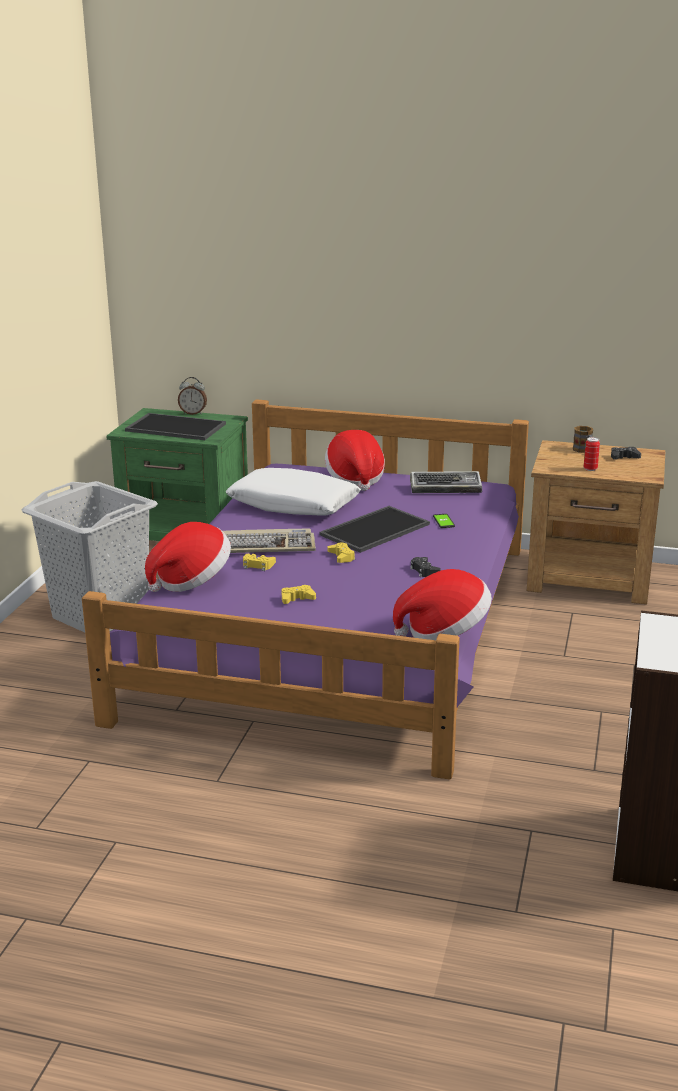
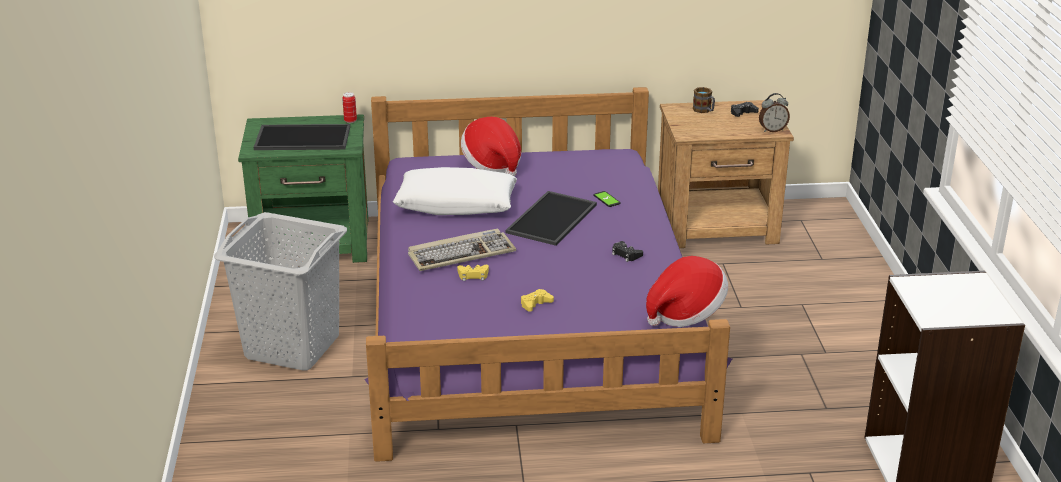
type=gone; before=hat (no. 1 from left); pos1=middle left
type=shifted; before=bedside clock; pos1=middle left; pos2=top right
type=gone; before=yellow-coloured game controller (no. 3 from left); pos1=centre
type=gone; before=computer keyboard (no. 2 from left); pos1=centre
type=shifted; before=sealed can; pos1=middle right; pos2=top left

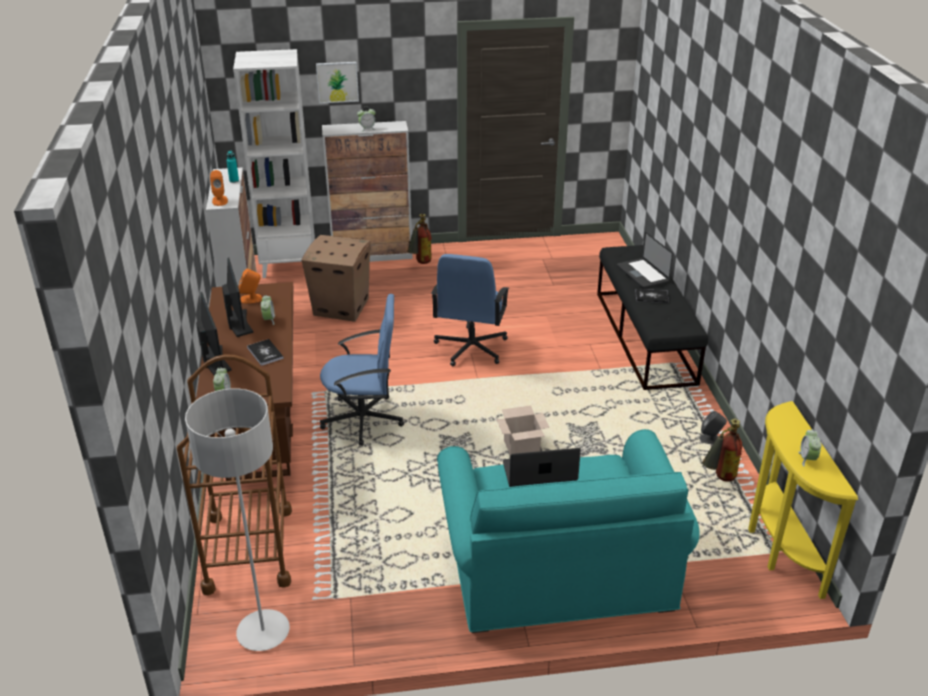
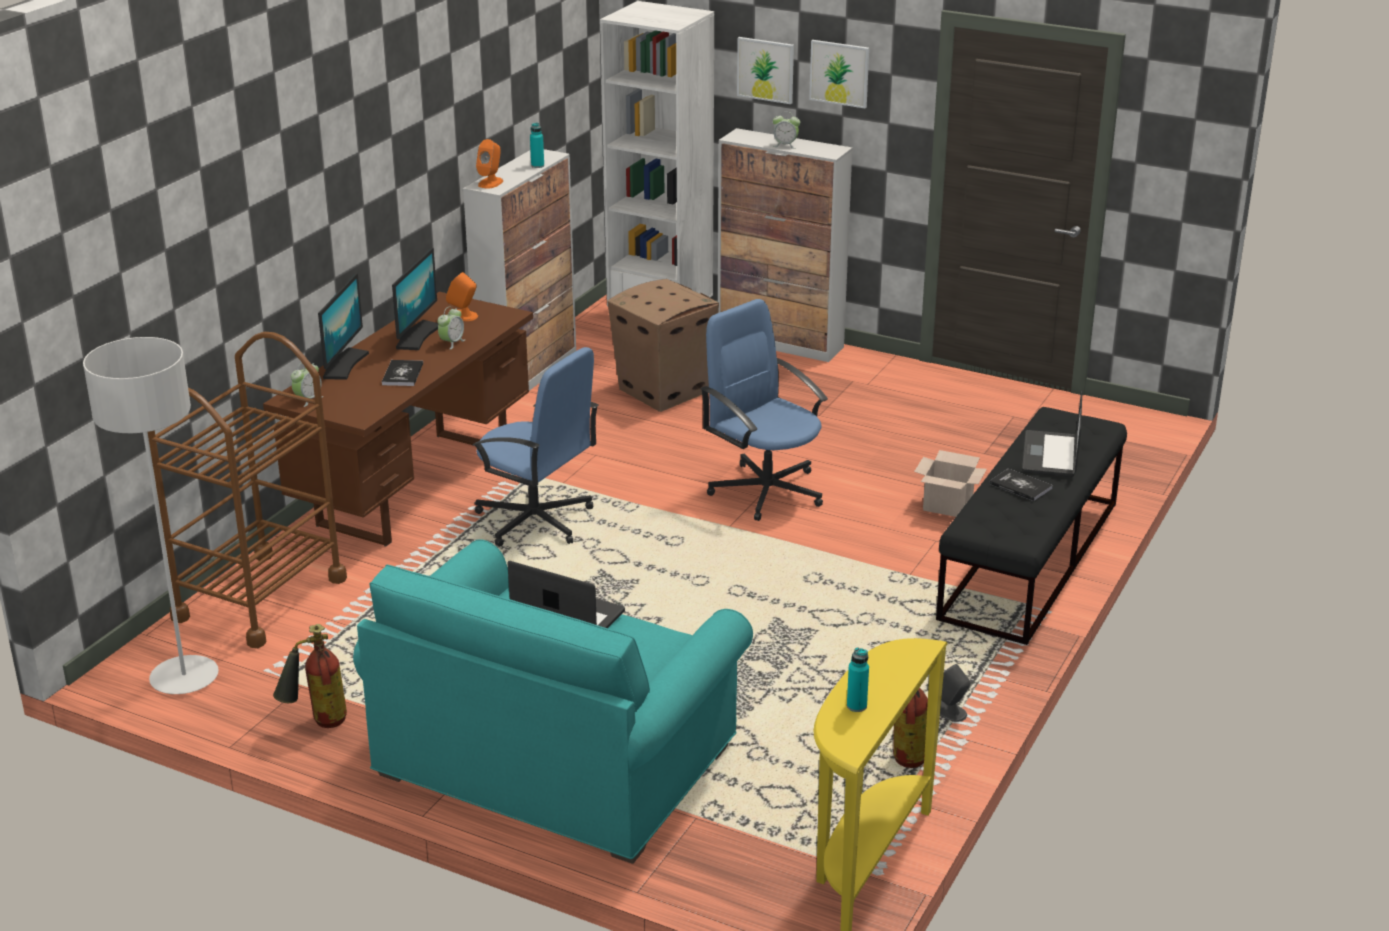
type=shifted; before=fire extinguisher (no. 1 from left); pos1=centre; pos2=bottom left
type=rotated; before=blue computer chair (no. 2 from left); pos1=centre; pos2=centre; turn=90
type=shifted; before=cardboard box (no. 2 from left); pos1=centre; pos2=middle right
type=swapped; before=bedside clock (no. 4 from left); after=turquoise-coloured bottle (no. 2 from left); pos1=middle right; pos2=bottom centre
type=new; after=wall picture (no. 2 from left); pos2=top centre

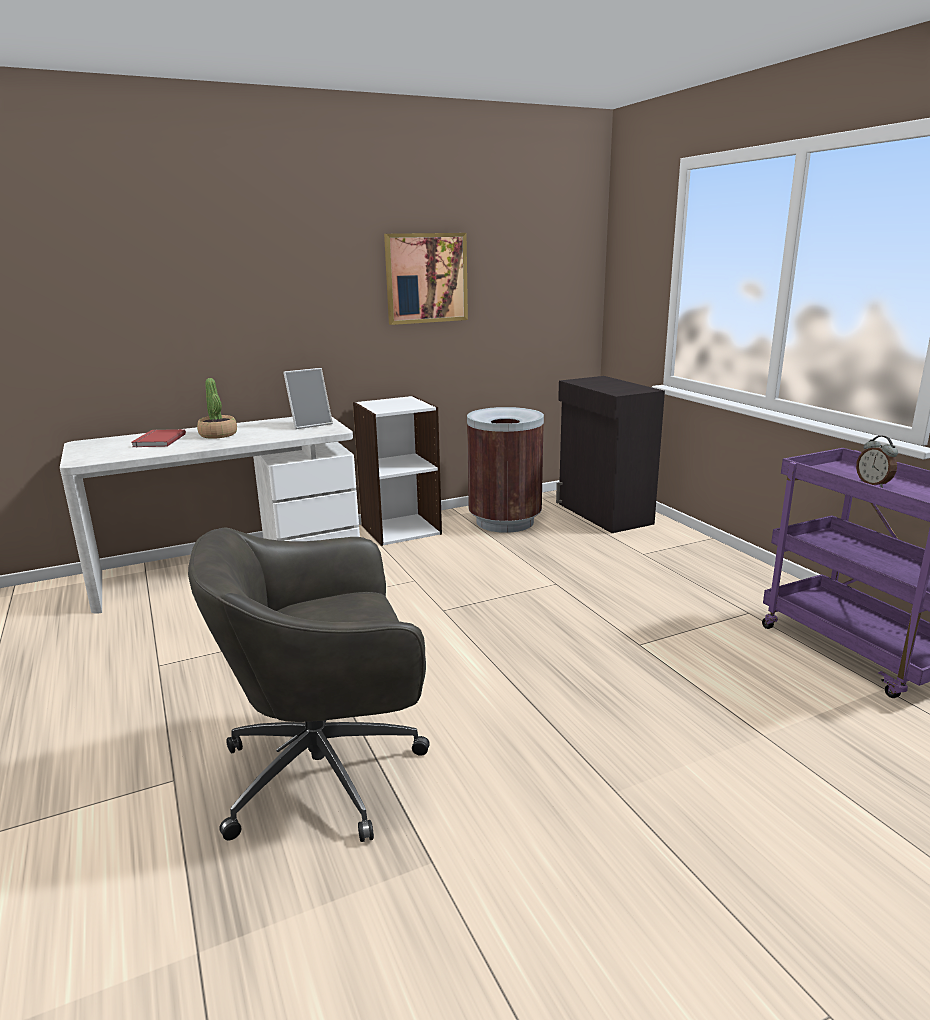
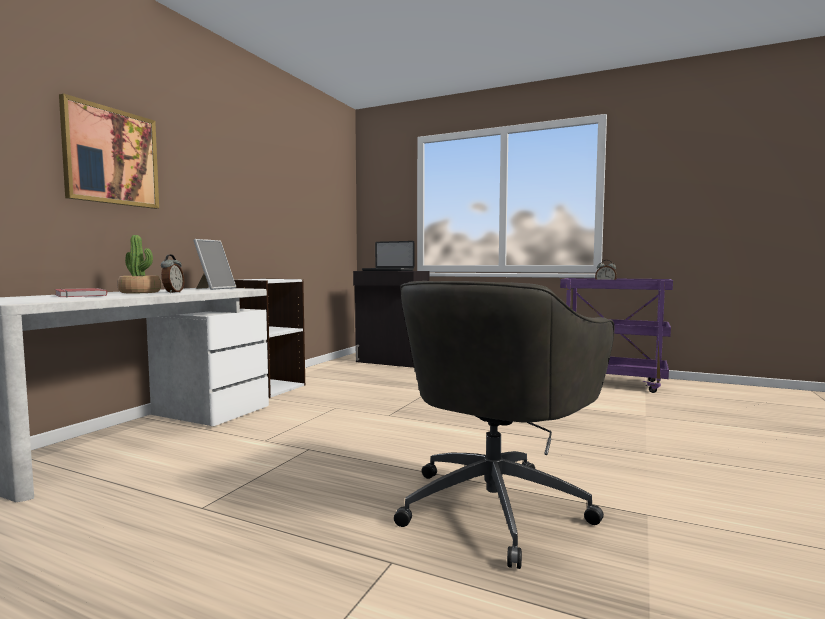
type=shifted; before=wall picture; pos1=top centre; pos2=top left
type=gone; before=brown-coloured waste bin; pos1=centre
type=new; after=bedside clock (no. 1 from left); pos2=middle left
type=new; after=notebook computer; pos2=centre

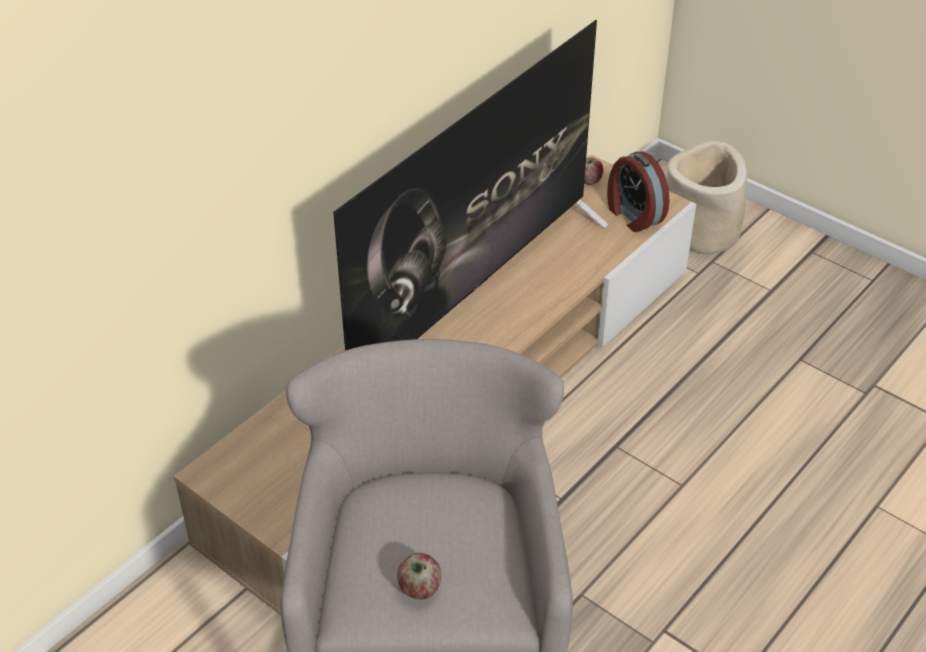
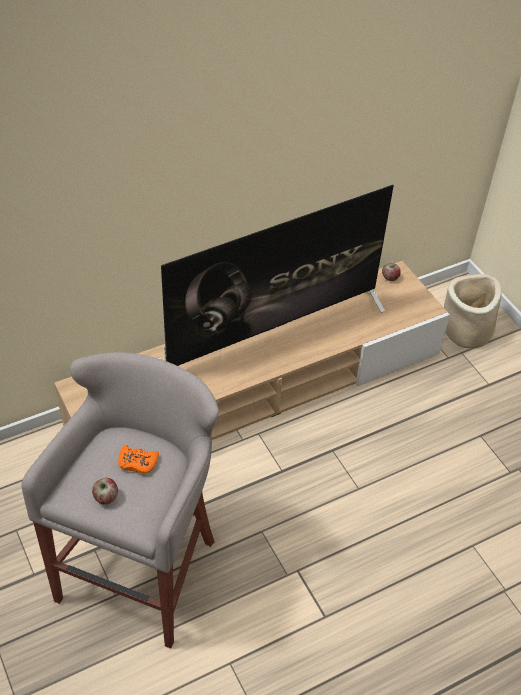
type=gone; before=bedside clock; pos1=top right
type=new; after=orangey game controller; pos2=middle left

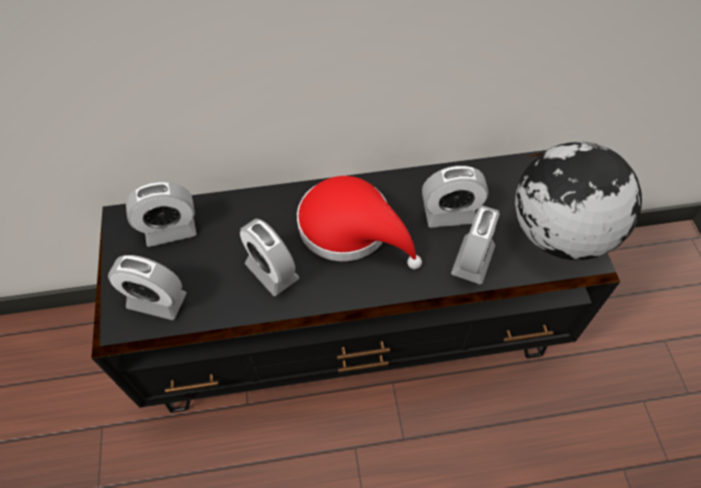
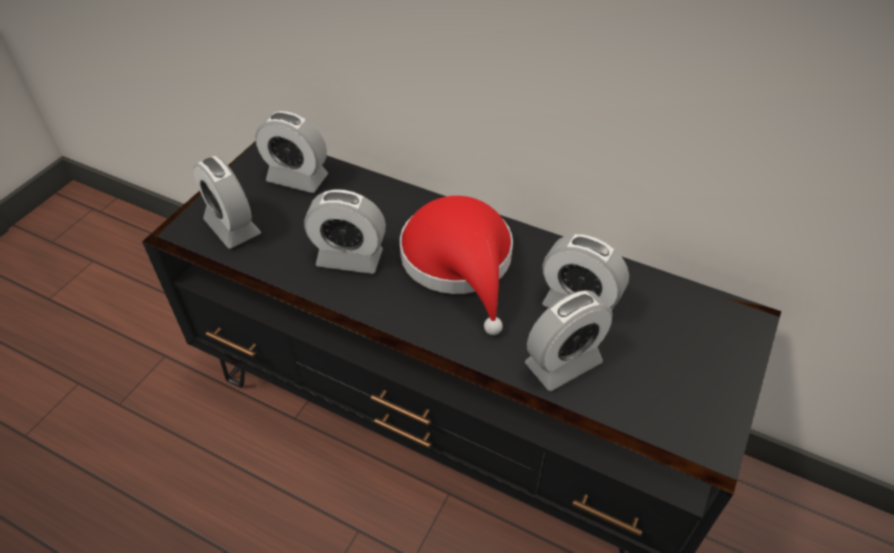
type=rotated; before=bedside clock (no. 3 from left); pos1=centre; pos2=centre; turn=-75
type=gone; before=globe; pos1=middle right

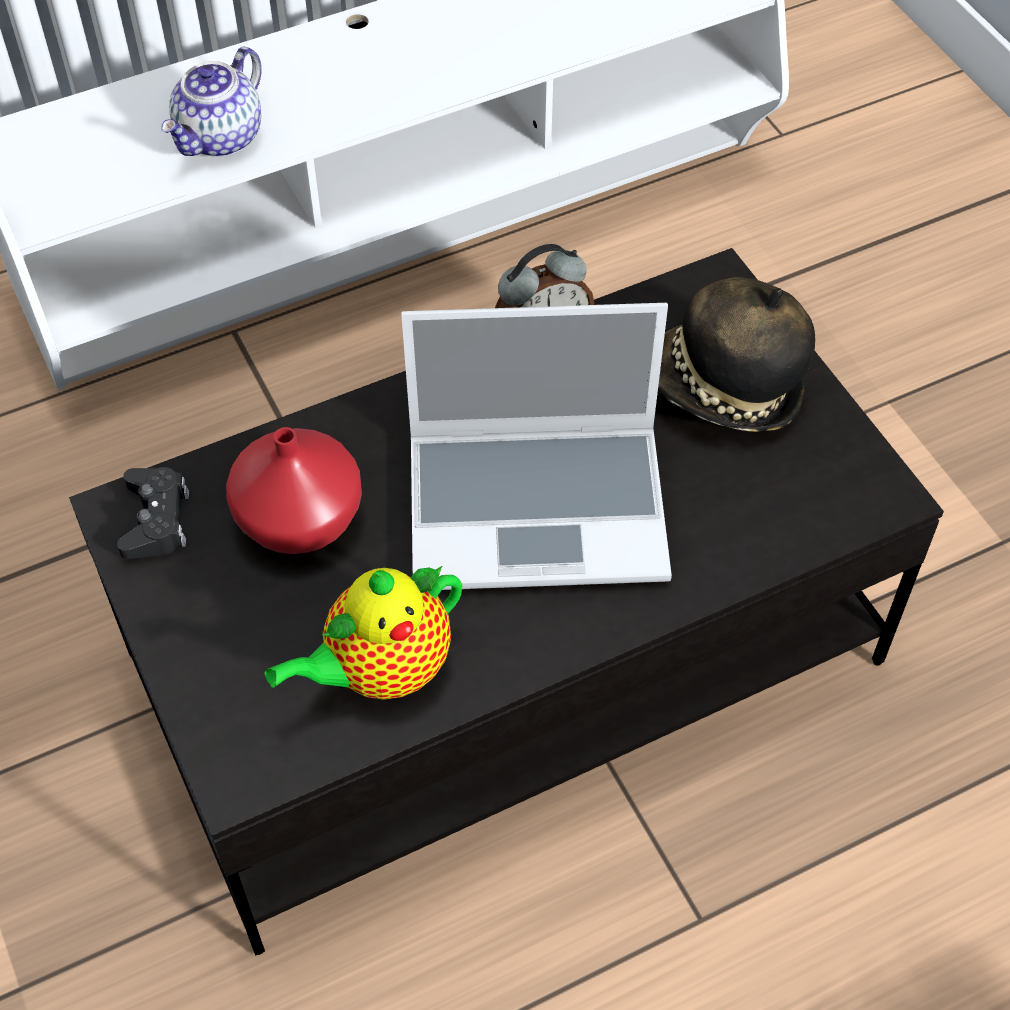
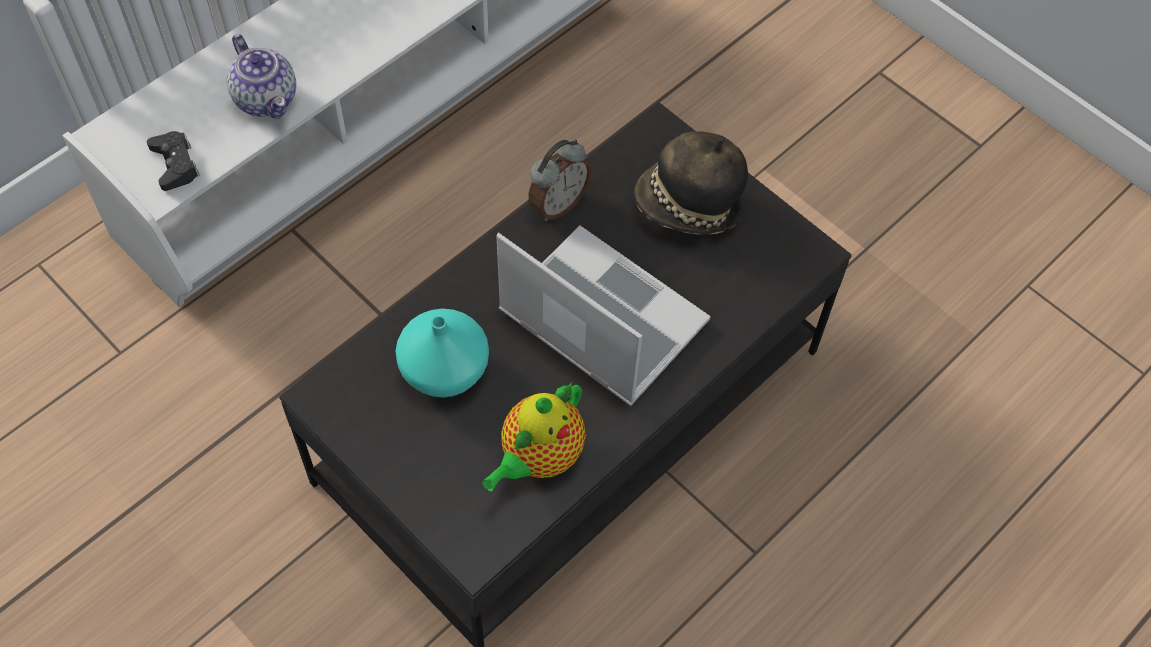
type=shifted; before=black game controller; pos1=middle left; pos2=top left
type=rotated; before=pot for tea (no. 1 from left); pos1=top left; pos2=top left; turn=-45
type=repainted; before=reddish vase; after=turquoise-coloured vase; pos1=middle left; pos2=centre
type=rotated; before=notebook computer; pos1=centre; pos2=centre; turn=-120

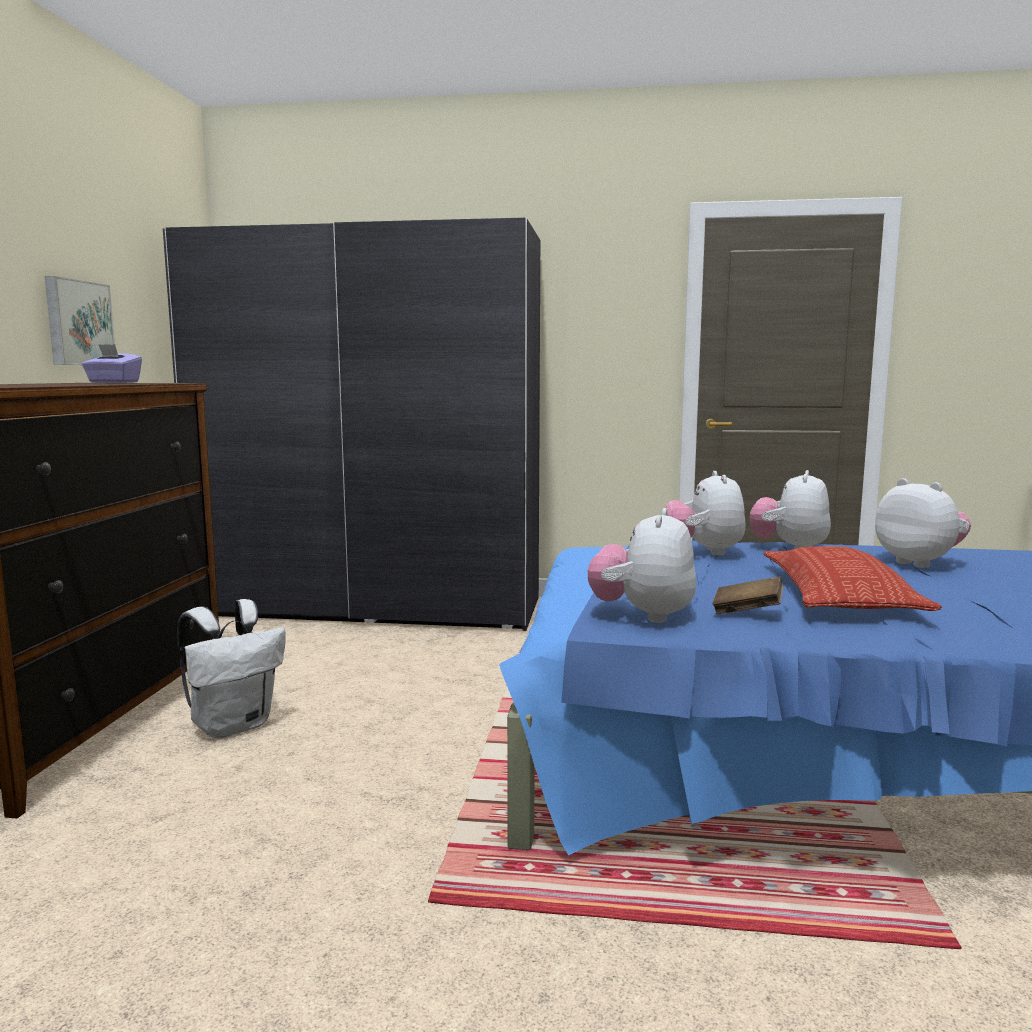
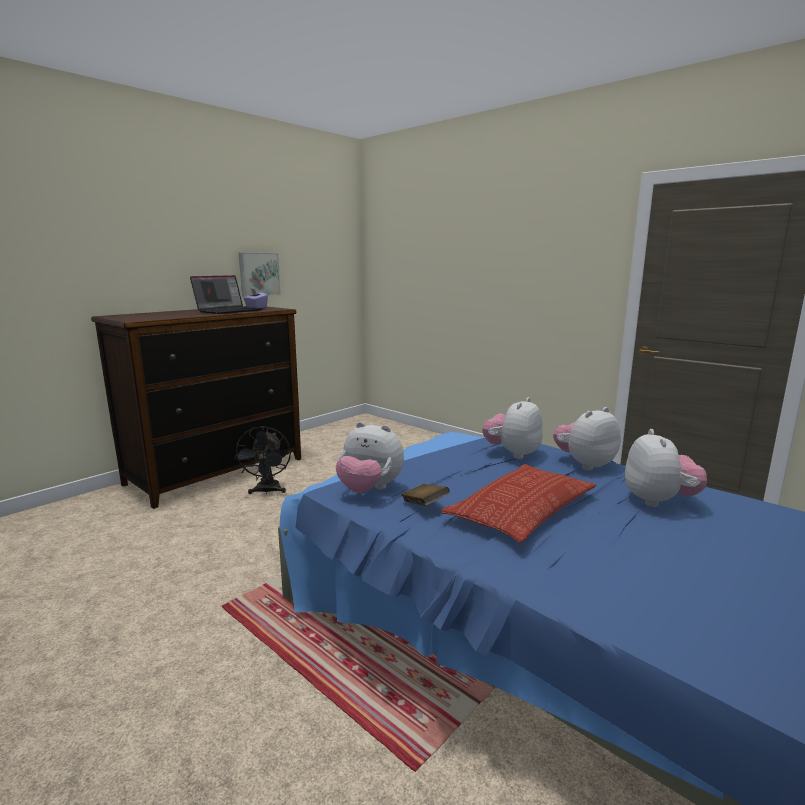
type=gone; before=greyish armoire; pos1=centre
type=swapped; before=white-coloured backpack; after=black fan; pos1=middle left; pos2=middle left
type=rotated; before=soft toy (no. 1 from left); pos1=centre; pos2=centre; turn=-120
type=new; after=notebook computer; pos2=middle left

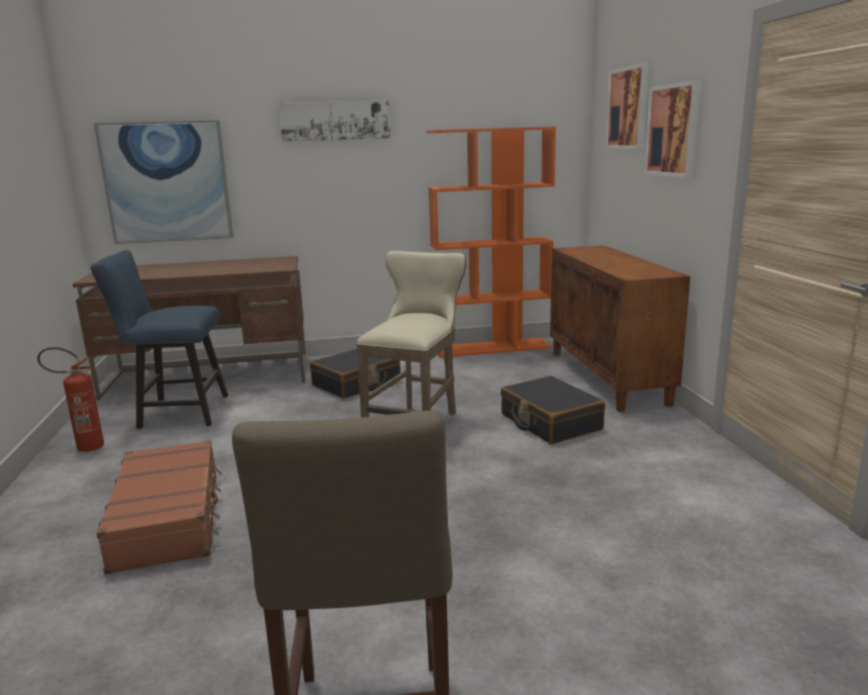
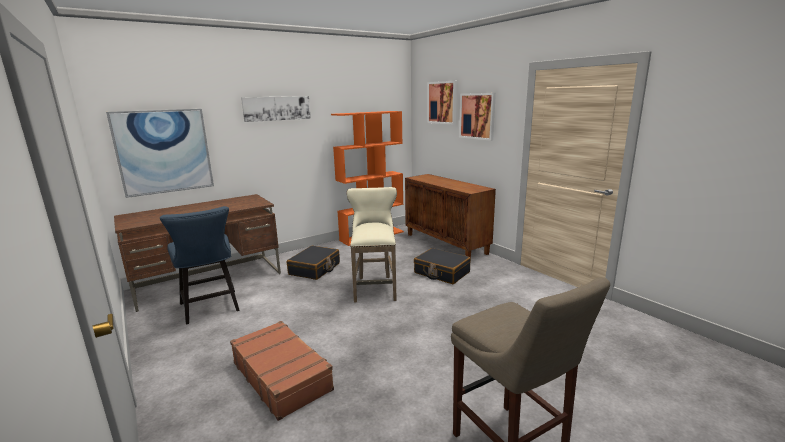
type=gone; before=fire extinguisher; pos1=middle left
type=rotated; before=blue chair; pos1=middle left; pos2=middle left; turn=-90

